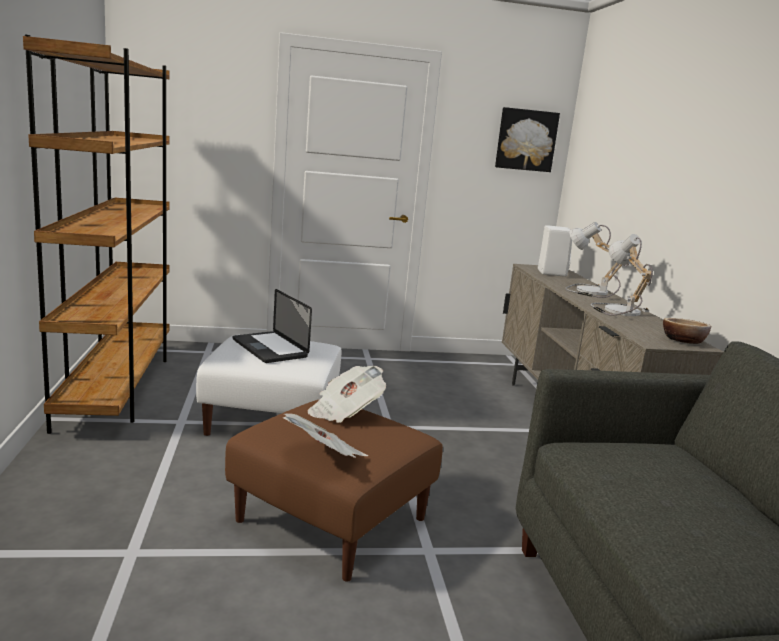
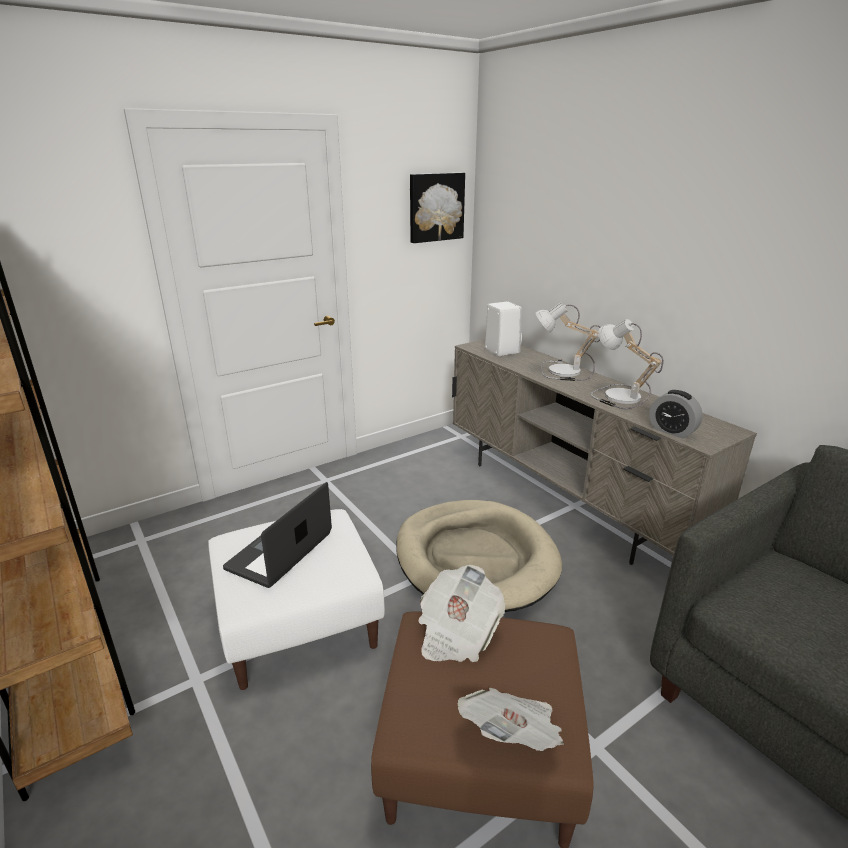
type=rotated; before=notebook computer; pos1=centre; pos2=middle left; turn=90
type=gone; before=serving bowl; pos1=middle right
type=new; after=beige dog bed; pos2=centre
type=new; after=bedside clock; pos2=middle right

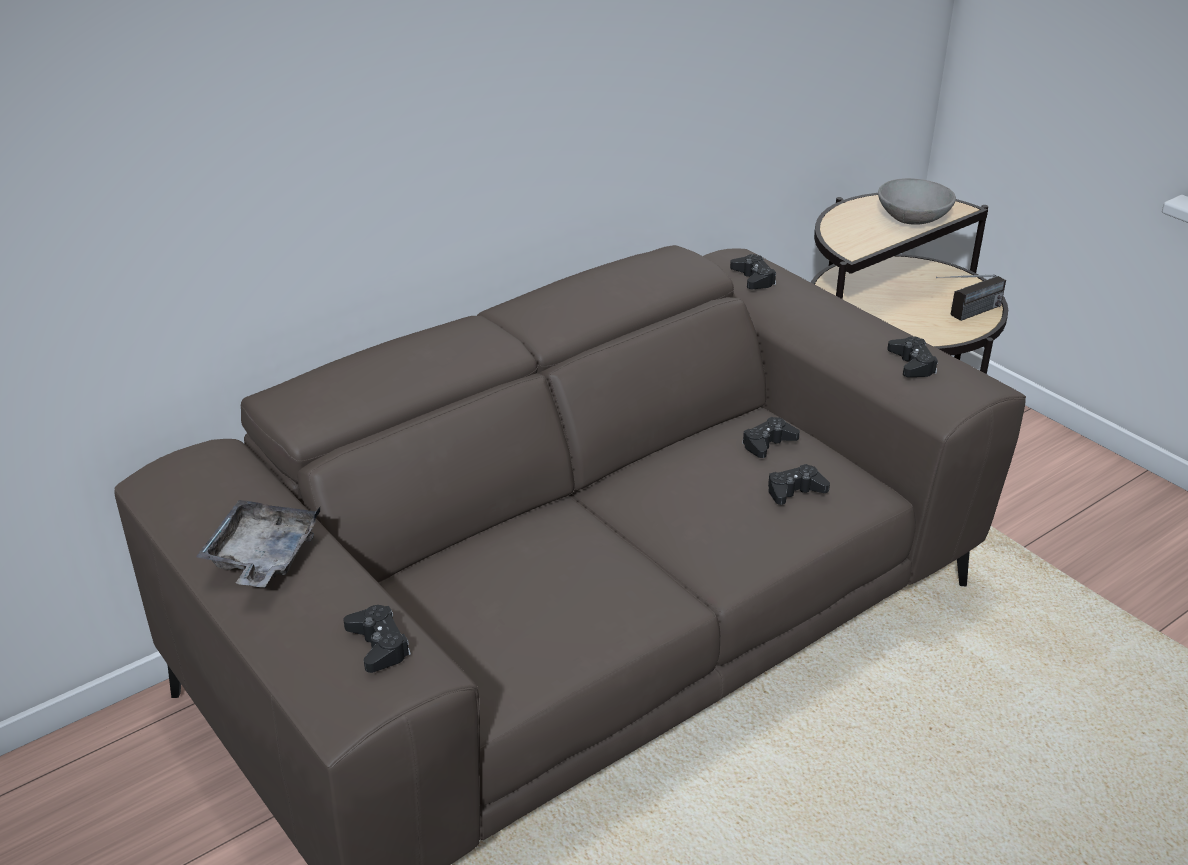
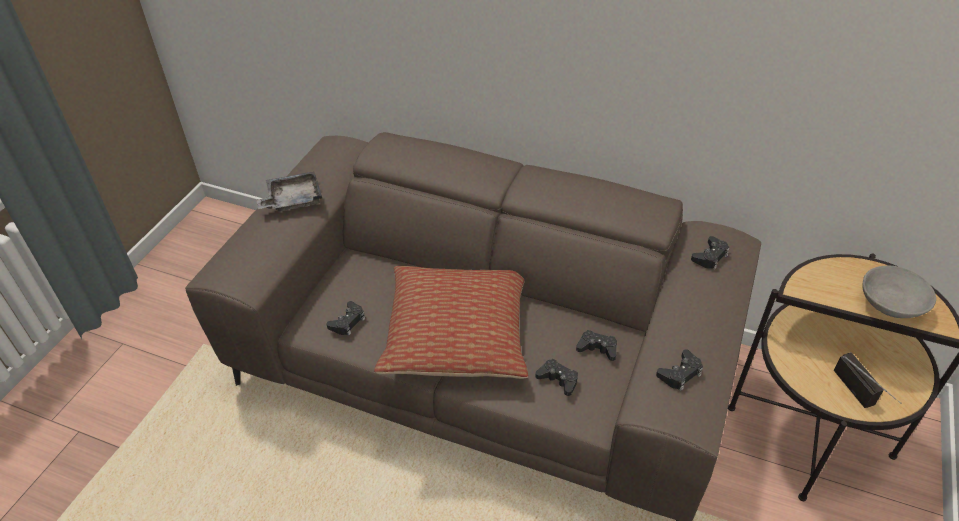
type=shifted; before=black game controller (no. 1 from left); pos1=bottom left; pos2=centre
type=rotated; before=radio receiver; pos1=middle right; pos2=bottom right; turn=-135
type=new; after=throw pillow; pos2=centre

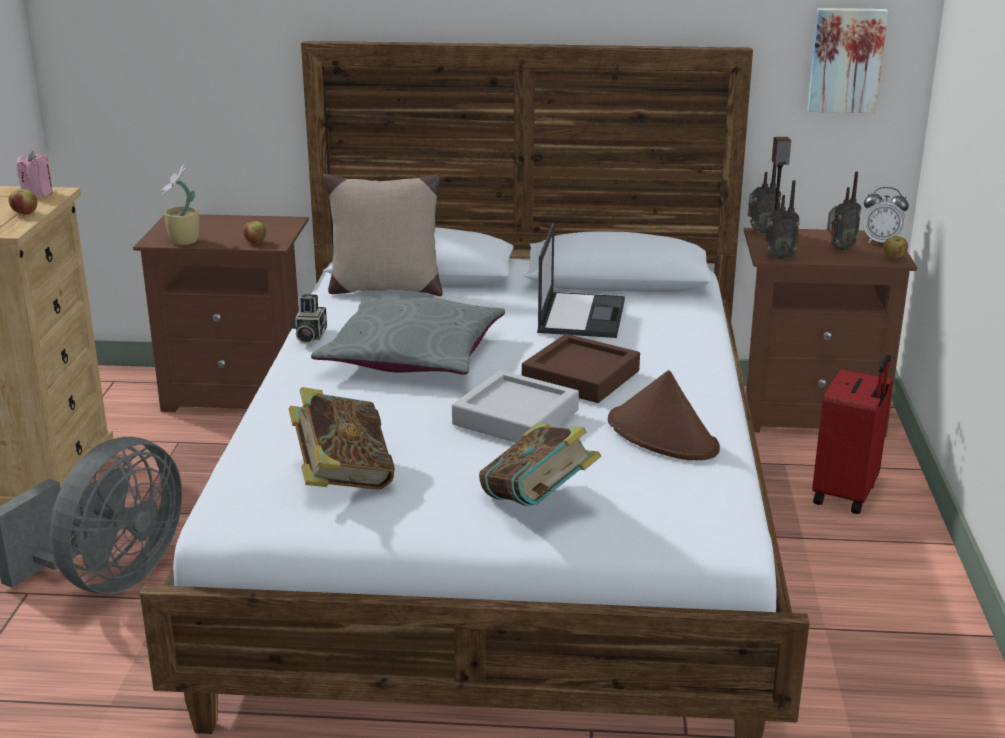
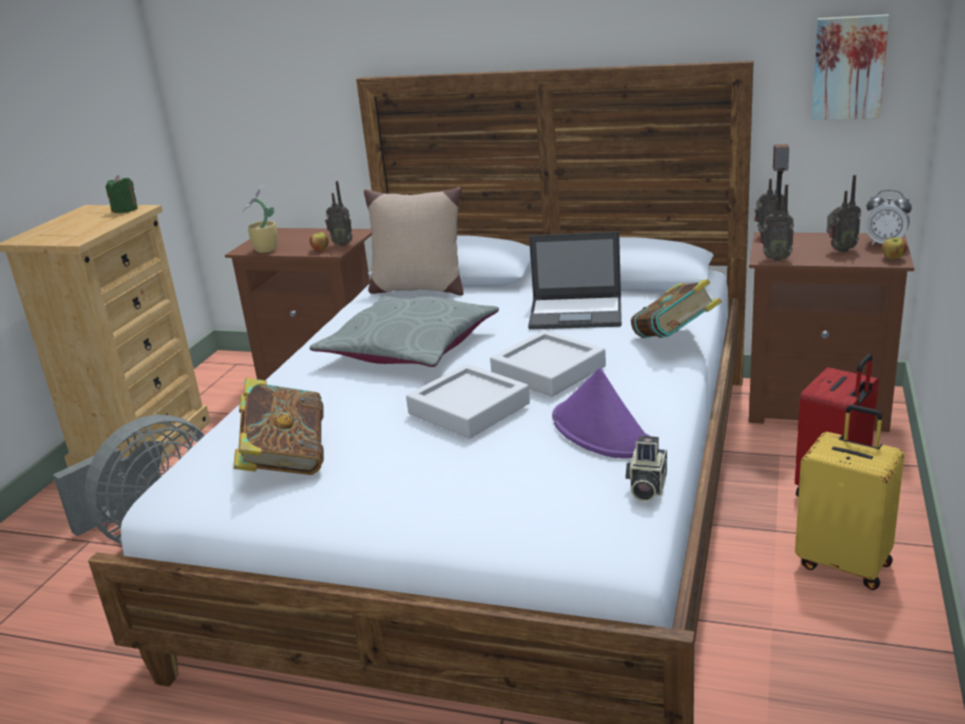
type=gone; before=apple (no. 1 from left); pos1=top left
type=repainted; before=pink-coloured candle; after=green-coloured candle; pos1=top left; pos2=top left
type=shifted; before=photo camera; pos1=middle left; pos2=middle right
type=shifted; before=volume (no. 2 from left); pos1=centre; pos2=middle right
type=repainted; before=brown-coloured tray; after=greyish tray (no. 2 from left); pos1=centre; pos2=centre
type=rotated; before=notebook computer; pos1=centre; pos2=centre; turn=75
type=repainted; before=brown-coloured hat; after=purplish hat; pos1=centre; pos2=centre
type=new; after=radio receiver (no. 1 from left); pos2=top centre
type=new; after=yellow-coloured piece of luggage; pos2=bottom right

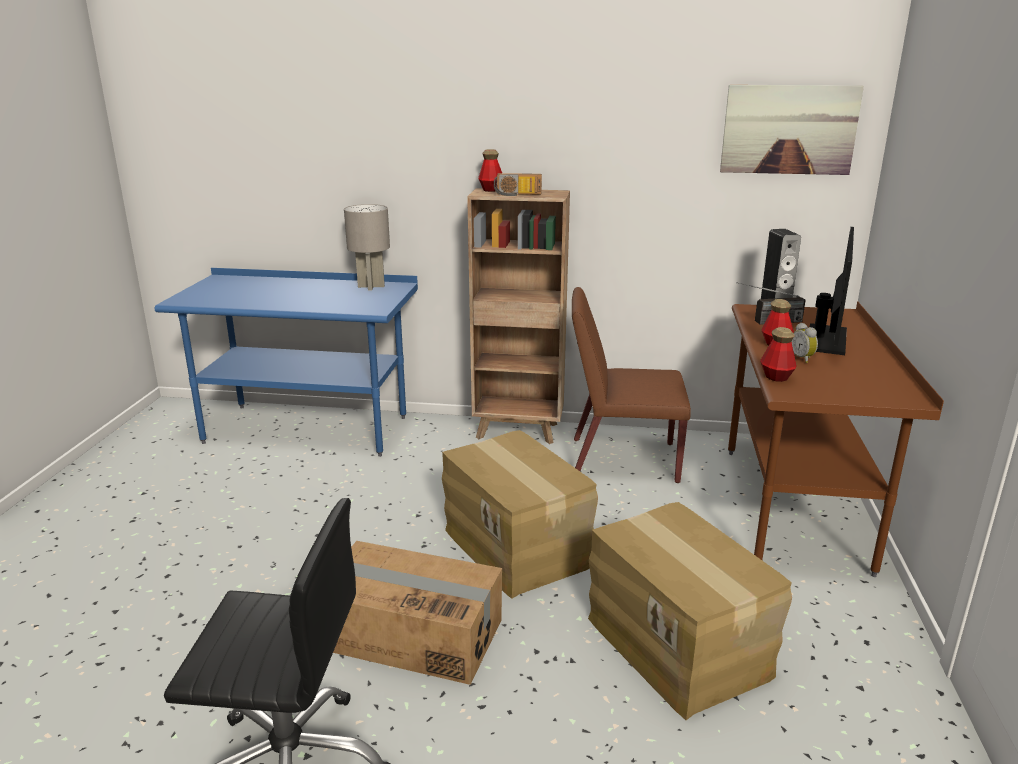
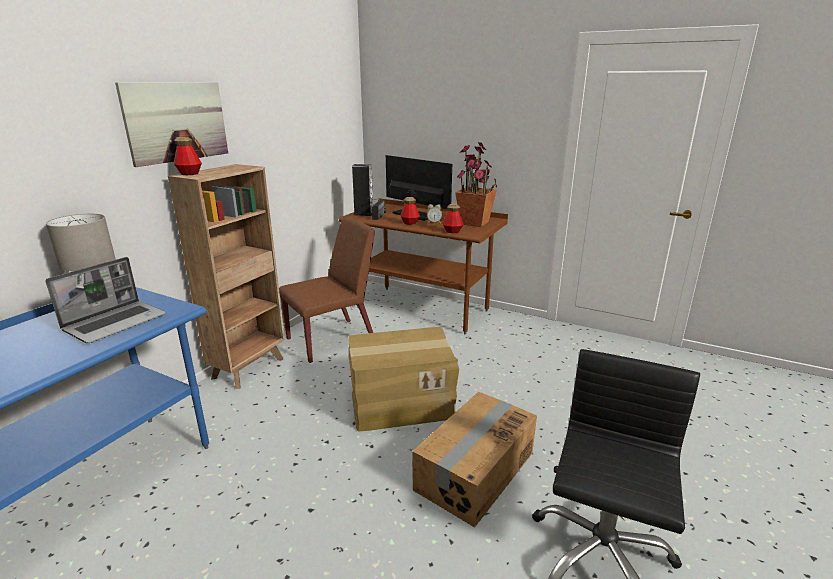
type=gone; before=radio receiver (no. 1 from left); pos1=top centre
type=rotated; before=brown-coloured chair; pos1=centre; pos2=centre; turn=-150
type=gone; before=cardboard box (no. 3 from left); pos1=bottom right
type=shifted; before=wall picture; pos1=top right; pos2=top left
type=new; after=notebook computer; pos2=middle left
type=new; after=plant in a pot; pos2=top centre

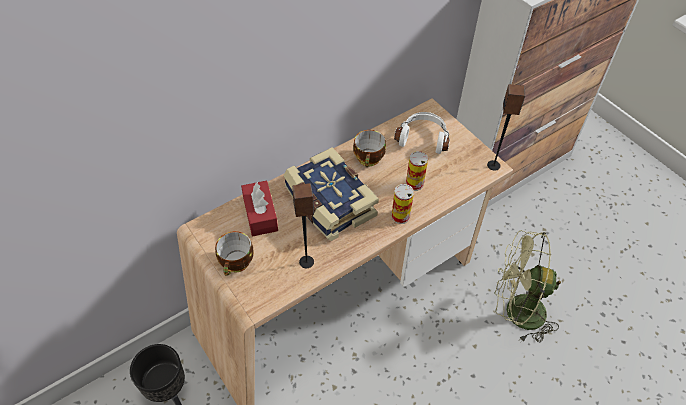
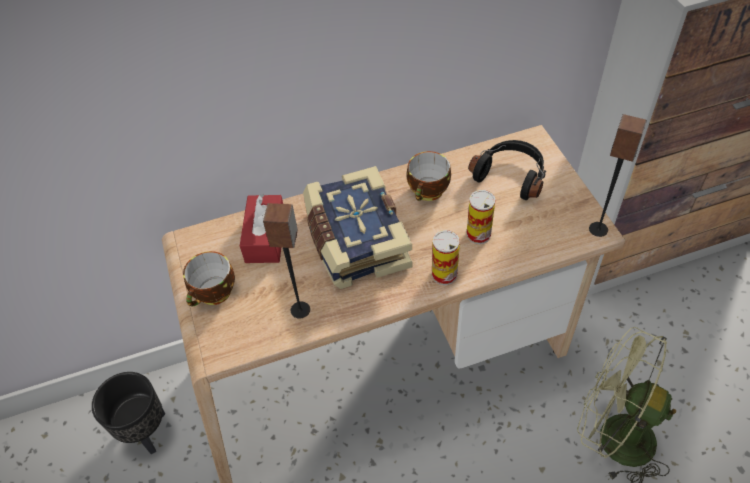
type=repainted; before=white-coloured headset; after=black headset; pos1=top centre; pos2=middle right

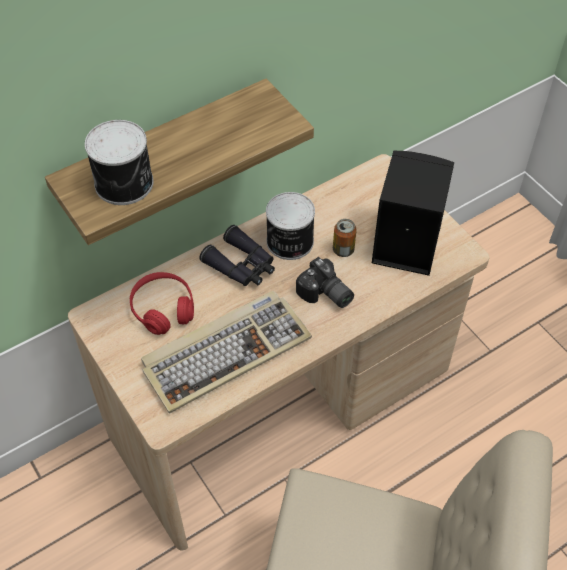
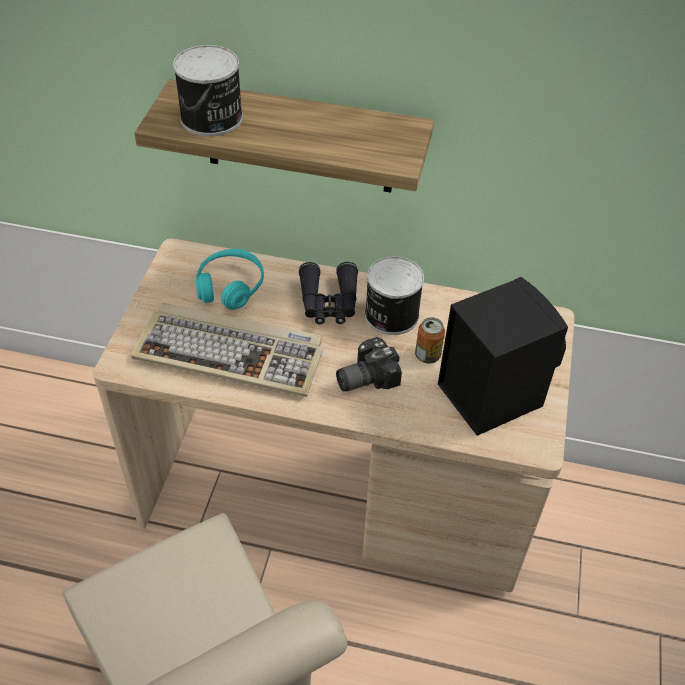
type=repainted; before=reddish headset; after=turquoise-coloured headset; pos1=middle left; pos2=centre
type=rotated; before=photo camera; pos1=centre; pos2=centre; turn=60

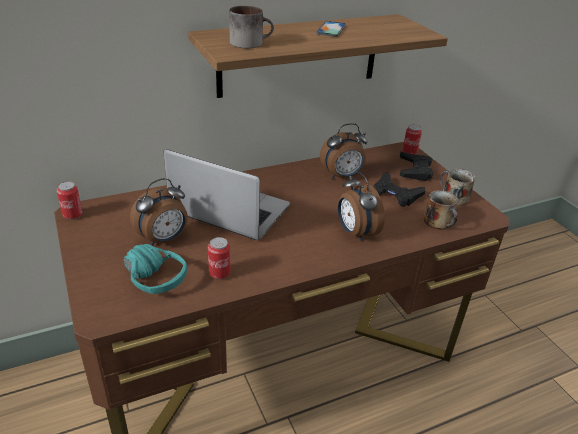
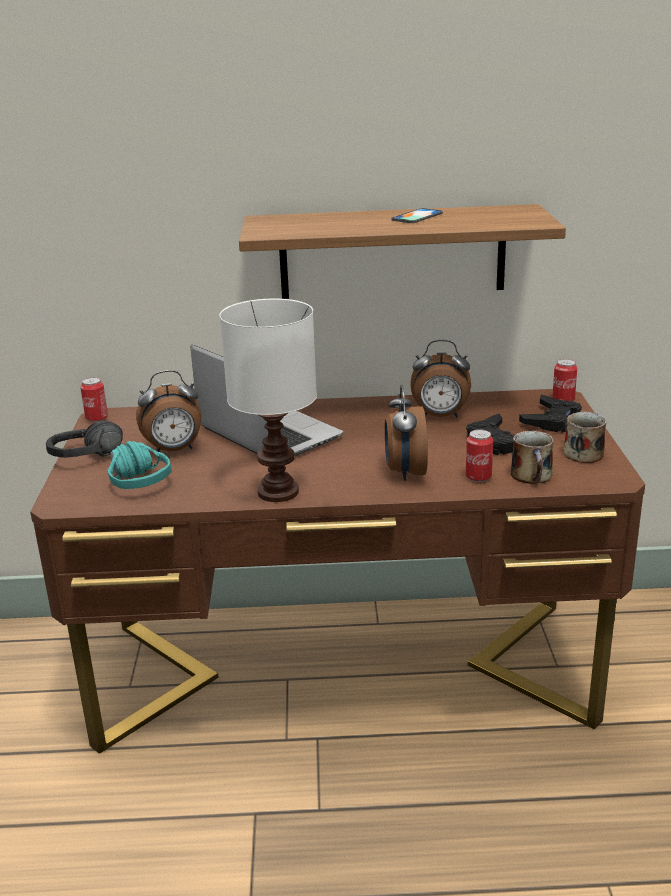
type=shifted; before=sealed can (no. 2 from left); pos1=centre; pos2=middle right
type=gone; before=coffee mug (no. 1 from left); pos1=top centre
type=new; after=black headset; pos2=middle left
type=new; after=white-coloured lamp for a table; pos2=centre

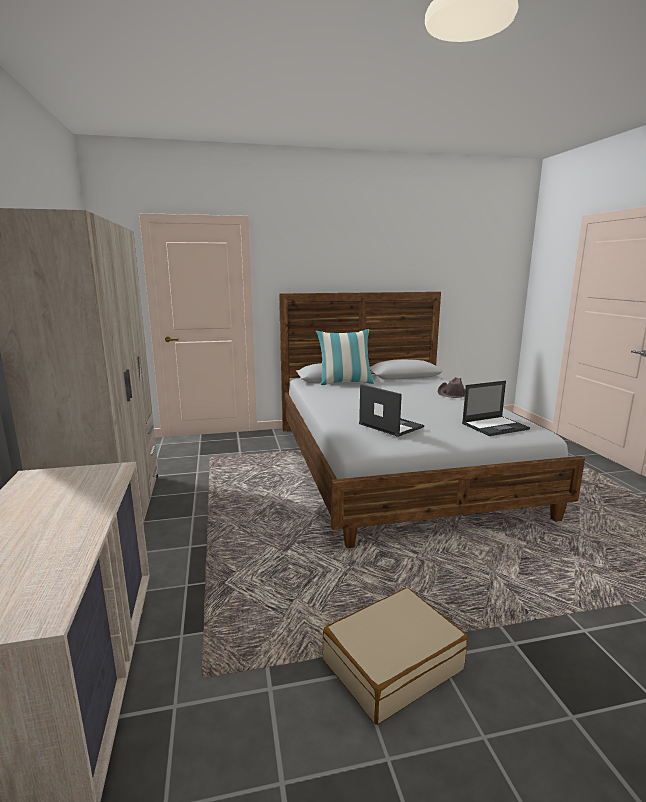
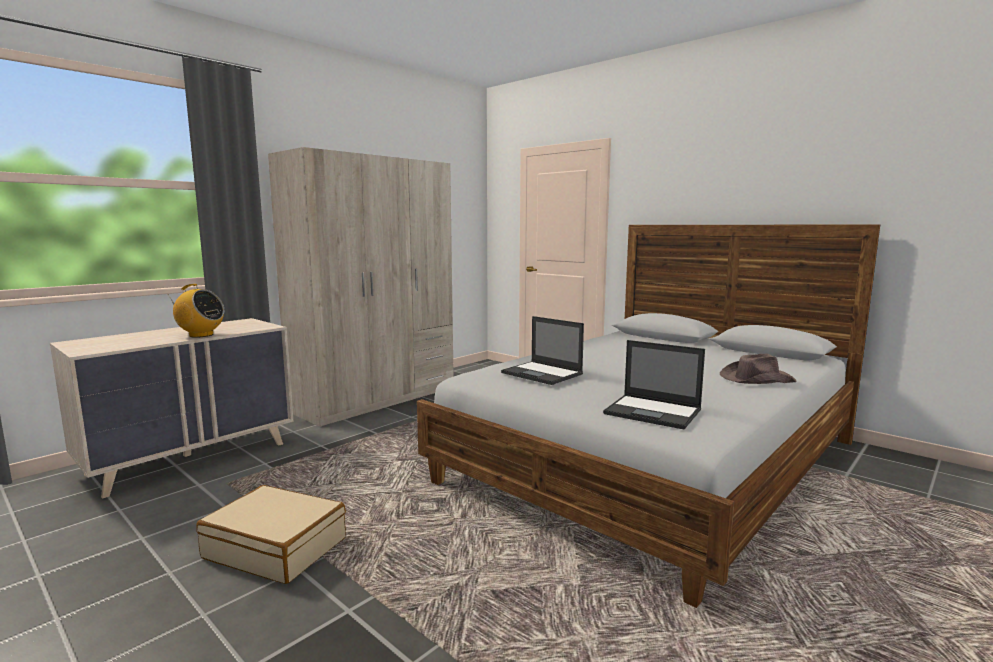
type=gone; before=throw pillow; pos1=centre
type=rotated; before=notebook computer (no. 1 from left); pos1=centre; pos2=centre; turn=120
type=new; after=radio receiver; pos2=middle left

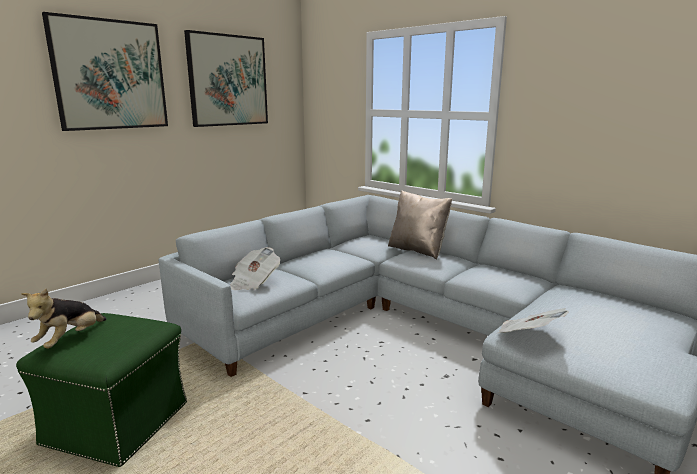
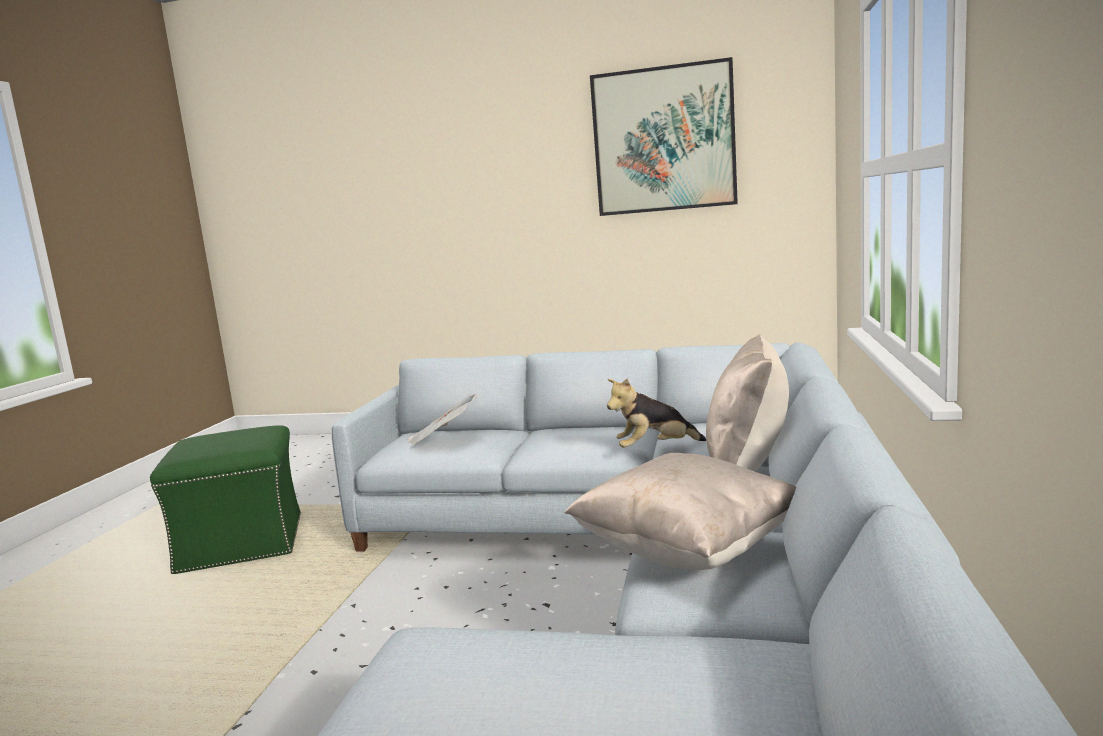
type=shifted; before=soft toy; pos1=bottom left; pos2=centre
type=gone; before=wall picture (no. 1 from left); pos1=top left
type=gone; before=daily paper (no. 2 from left); pos1=bottom right
type=new; after=beige throw pillow (no. 1 from left); pos2=bottom centre

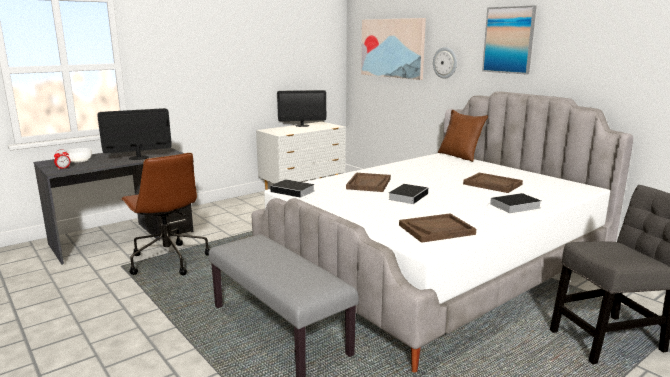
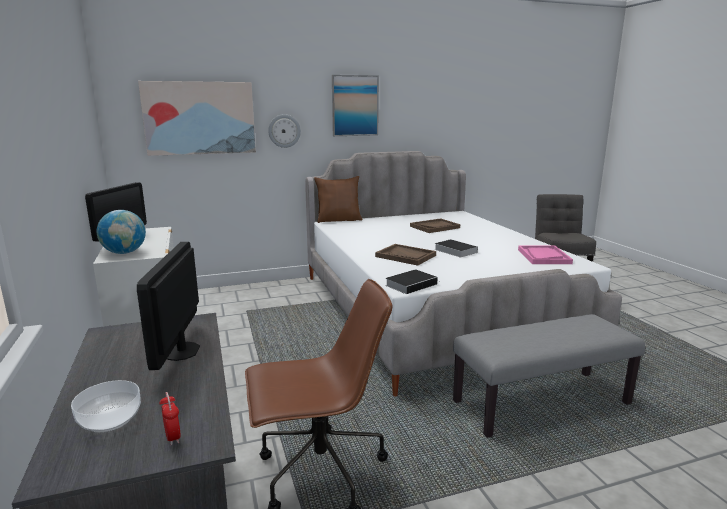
type=repainted; before=brown-coloured tray (no. 2 from left); after=pink-coloured tray; pos1=centre; pos2=middle right
type=gone; before=volume (no. 3 from left); pos1=middle right
type=new; after=globe; pos2=middle left

